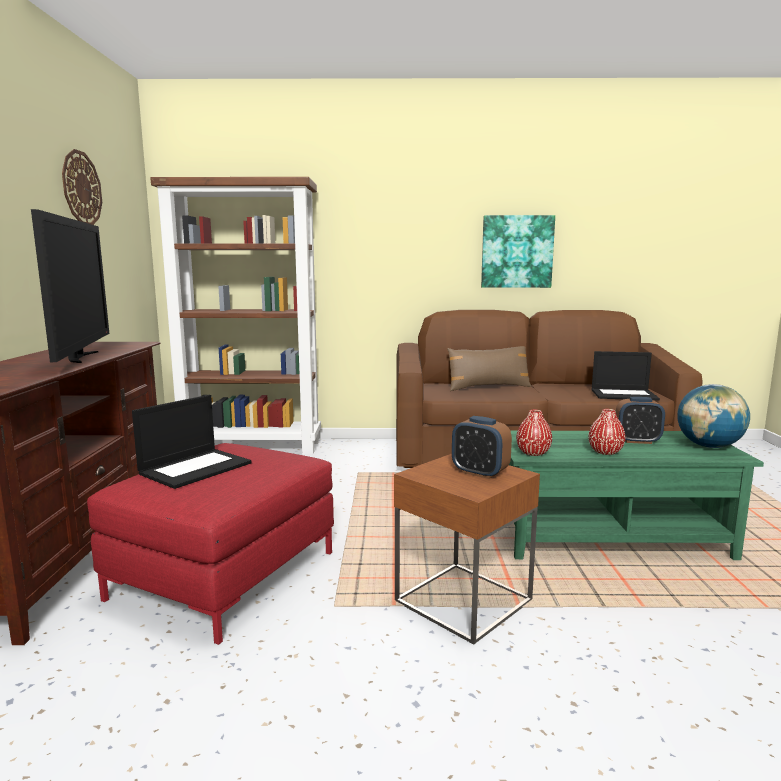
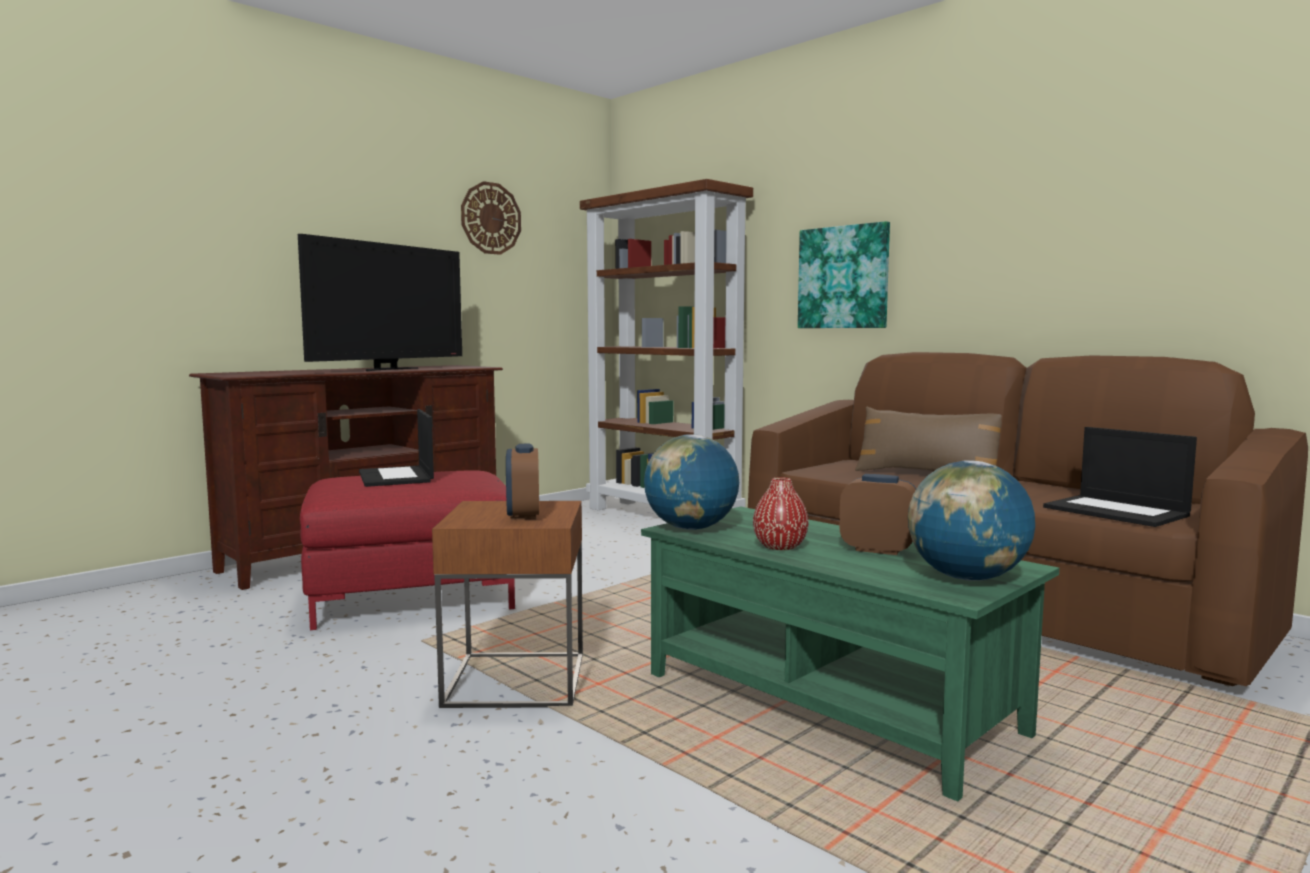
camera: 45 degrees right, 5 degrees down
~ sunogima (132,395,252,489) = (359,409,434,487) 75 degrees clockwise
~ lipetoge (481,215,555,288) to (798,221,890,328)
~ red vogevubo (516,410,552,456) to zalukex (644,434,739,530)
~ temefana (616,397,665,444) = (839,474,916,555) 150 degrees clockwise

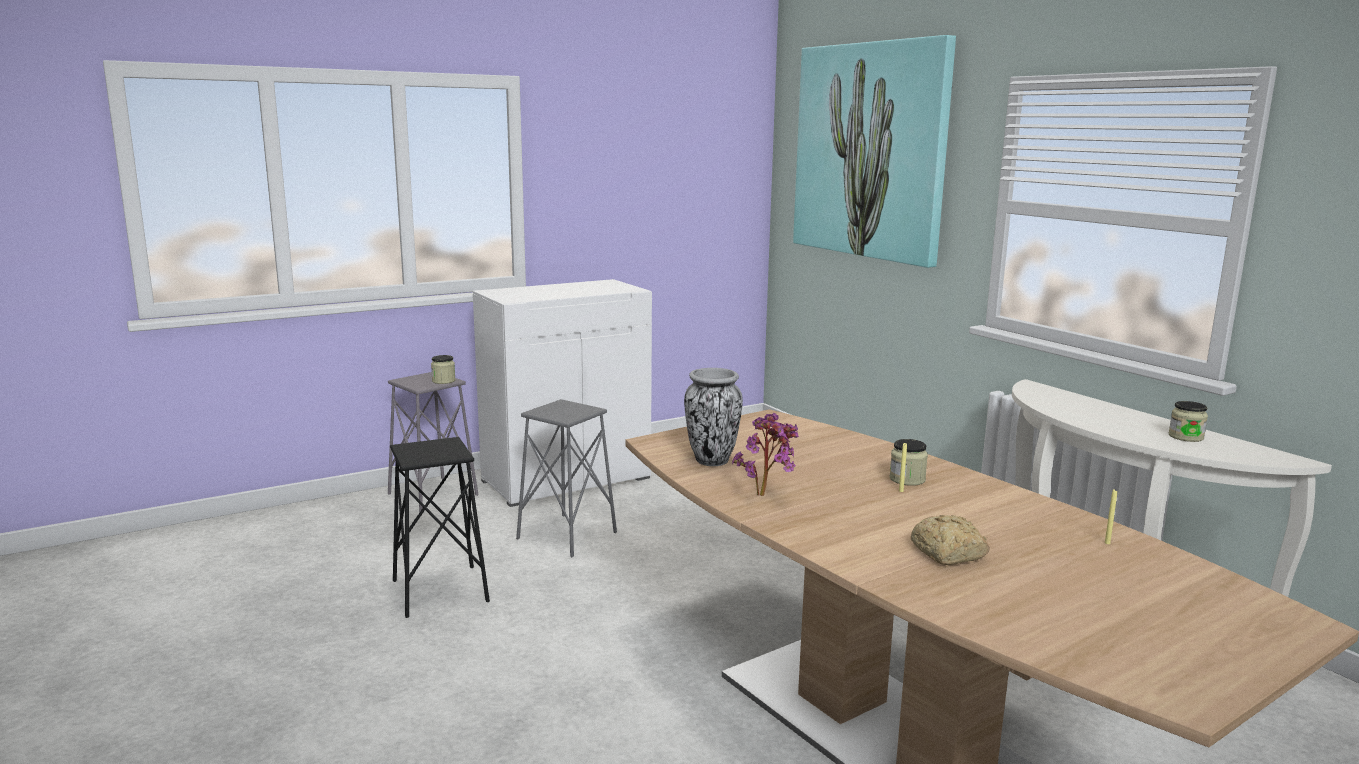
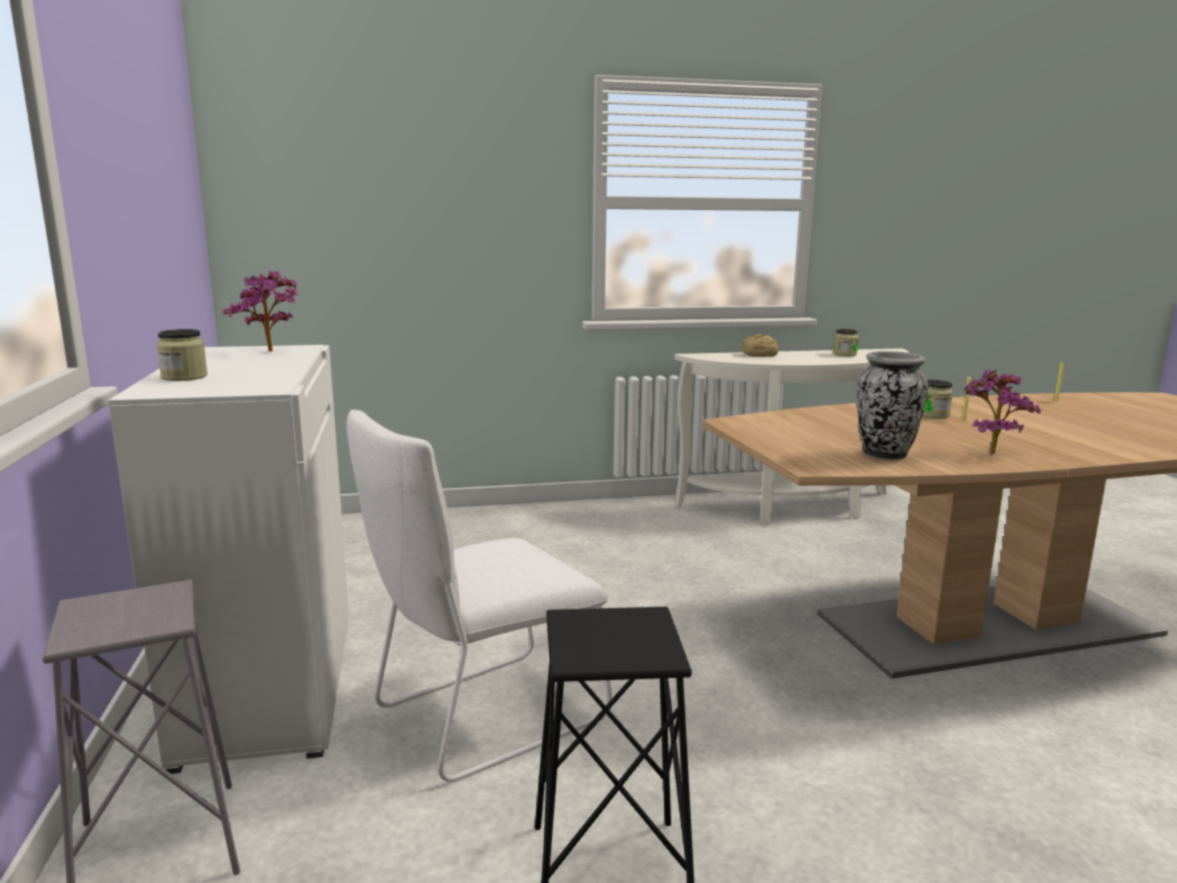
camera: 70 degrees left, 0 degrees up
~ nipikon (431,355,455,384) to (156,329,208,381)
~ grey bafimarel (516,399,617,557) to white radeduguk (346,410,612,782)
- lipetoge (793,35,956,268)
~ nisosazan (911,515,990,565) to (742,334,779,357)
+ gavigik (223,271,298,352)

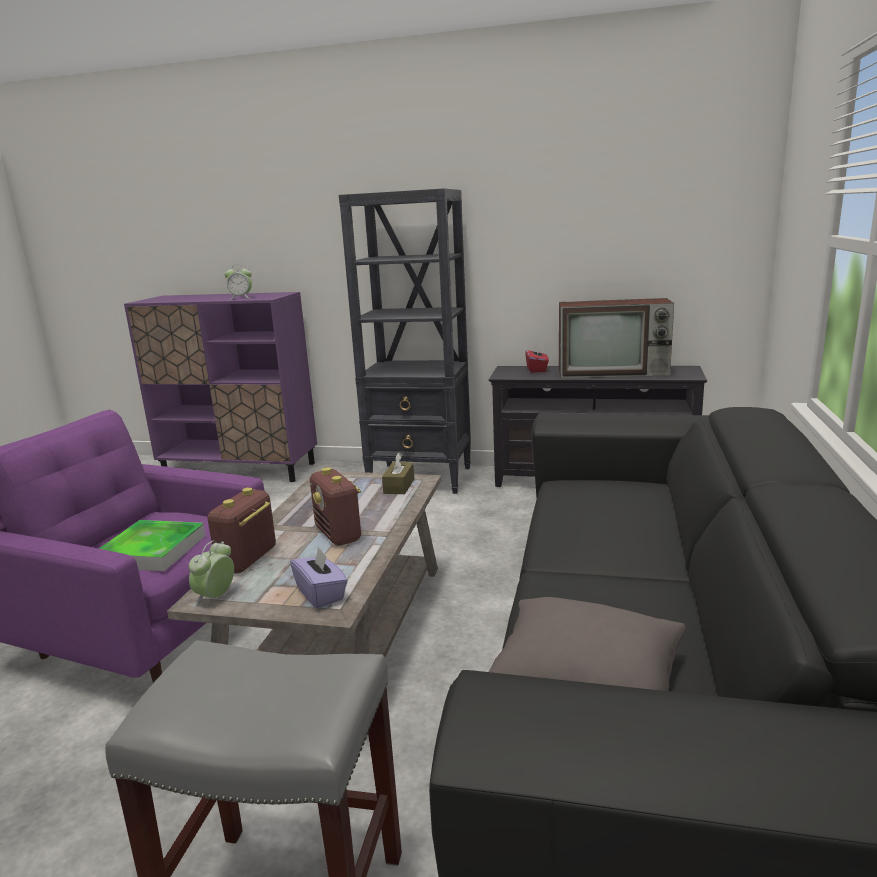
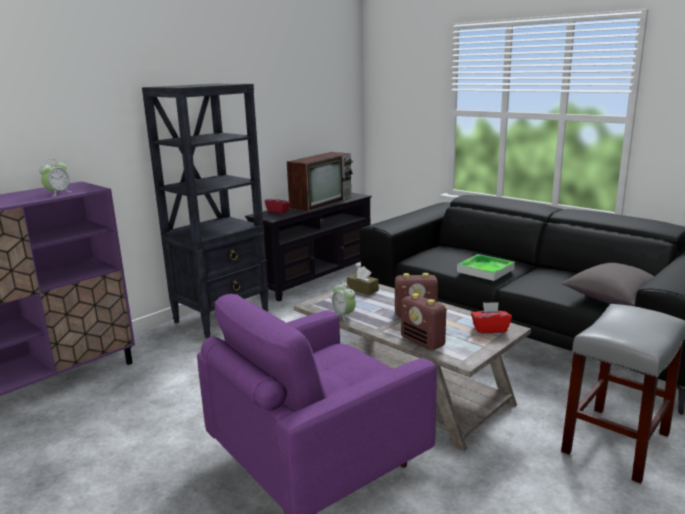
camera: 60 degrees left, 0 degrees up
~ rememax (99,520,206,571) to (457,254,515,281)
~ temefana (189,540,234,607) to (332,282,356,321)
~ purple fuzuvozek (290,546,348,609) to red fuzuvozek (471,302,512,333)

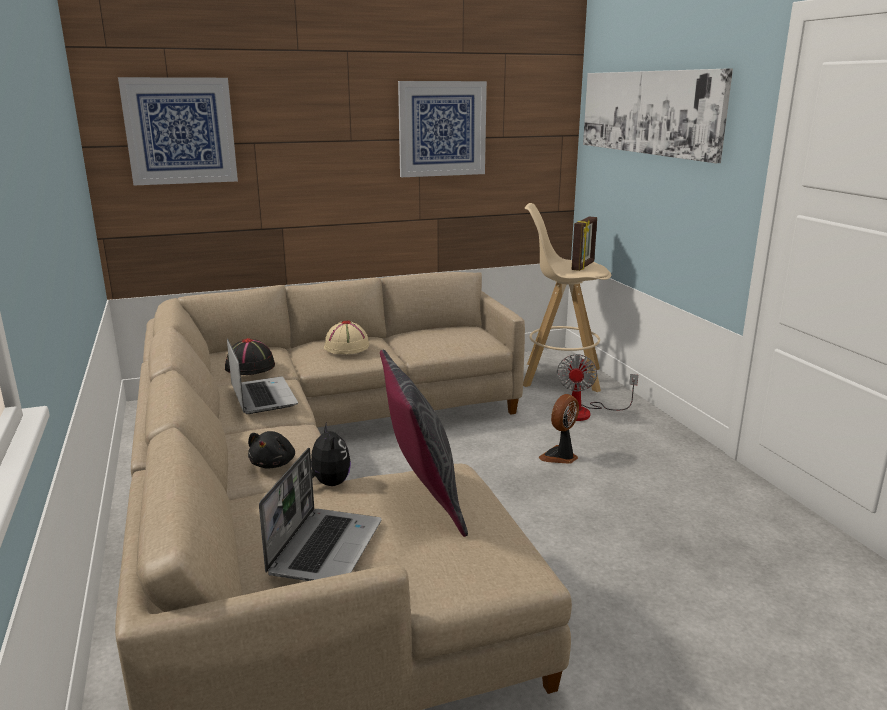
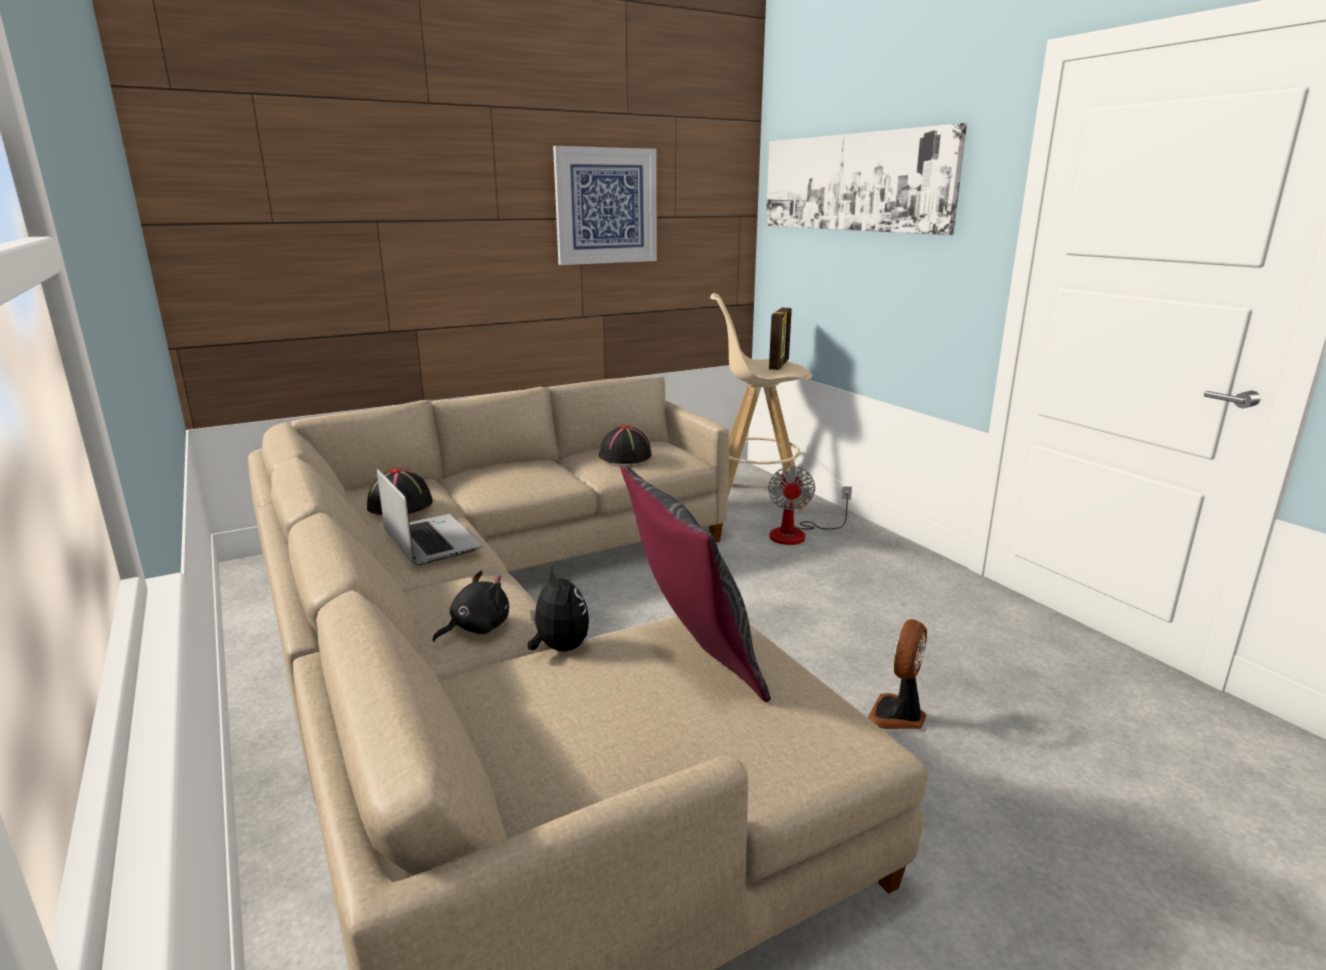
camera: 10 degrees left, 0 degrees up
- lipetoge (118,77,238,185)
~ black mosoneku (248,431,295,469) = (432,570,509,642) 135 degrees counterclockwise
- sunogima (259,448,381,581)
- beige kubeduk (324,320,369,354)
~ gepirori (538,394,579,464) to (868,619,927,729)
+ black kubeduk (599,425,652,464)

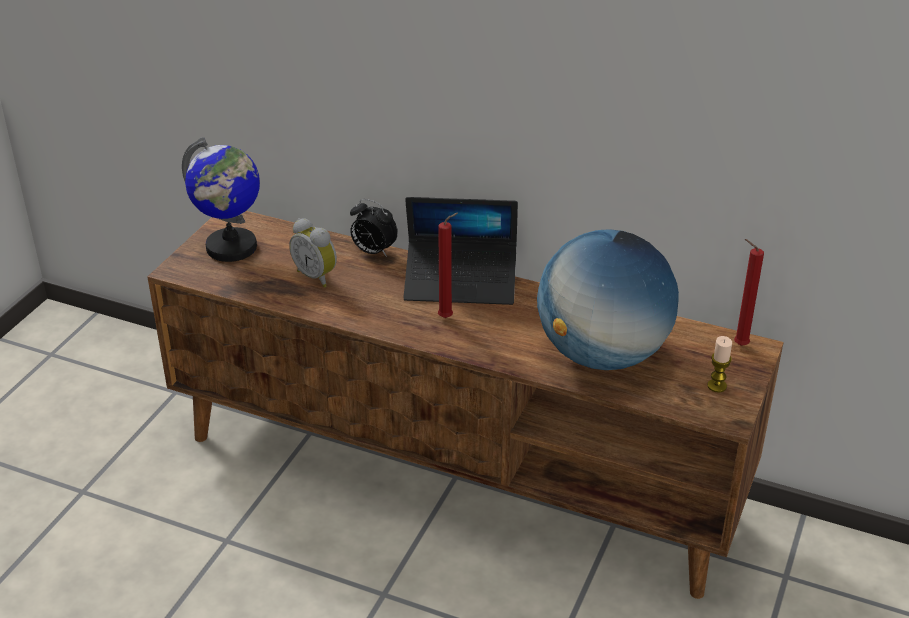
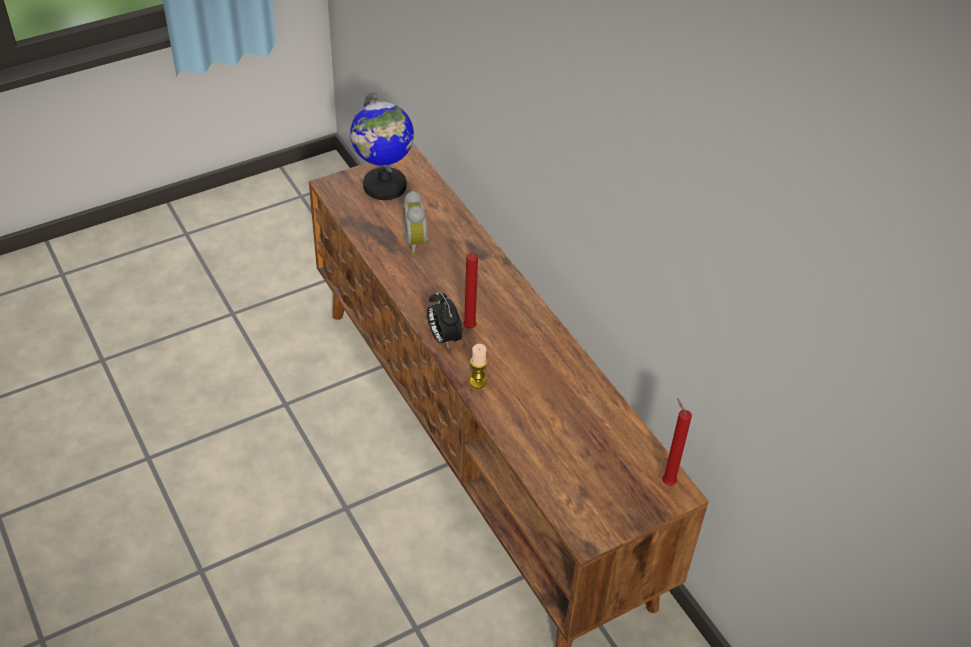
camera: 35 degrees right, 10 degrees up
~ temefana (350,199,398,257) to (427,291,463,349)
- sunogima (404,197,518,305)
- zalukex (537,229,679,370)
~ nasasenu (707,336,732,392) to (470,344,487,389)

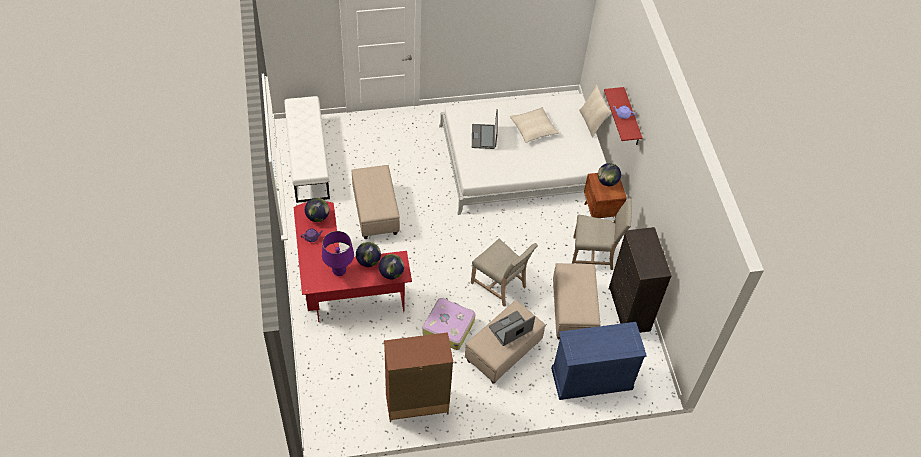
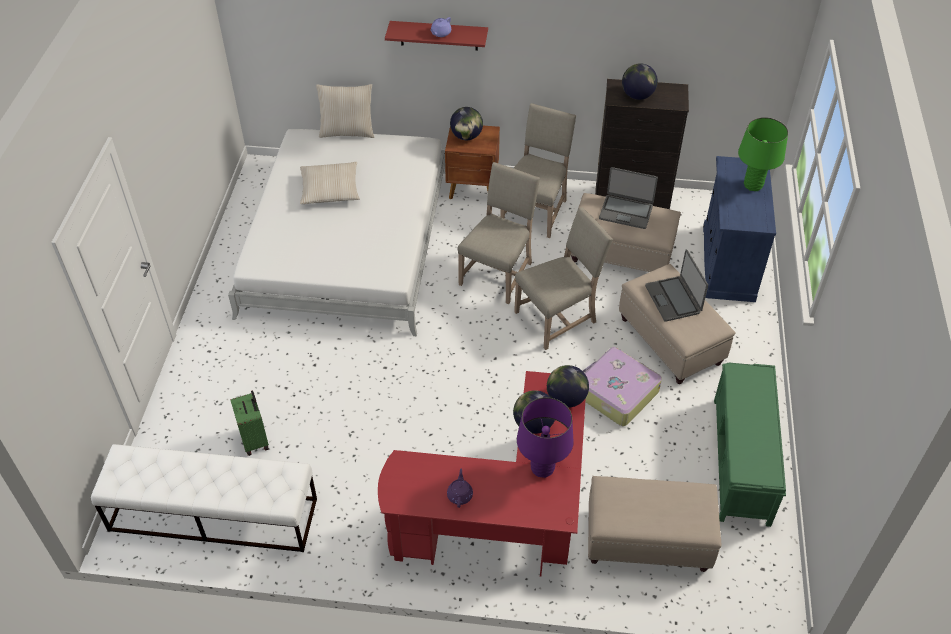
camera: 70 degrees left, 5 degrees down
~ zalukex (305,198,329,222) to (622,63,658,100)
~ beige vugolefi (351,165,400,239) to (588,476,721,572)
~ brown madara (384,332,453,422) to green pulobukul (714,363,786,527)
~ sunogima (472,110,498,149) to (599,167,658,229)
+ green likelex (230,390,269,456)
+ beige radeduguk (458,162,540,304)
+ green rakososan (738,117,788,191)

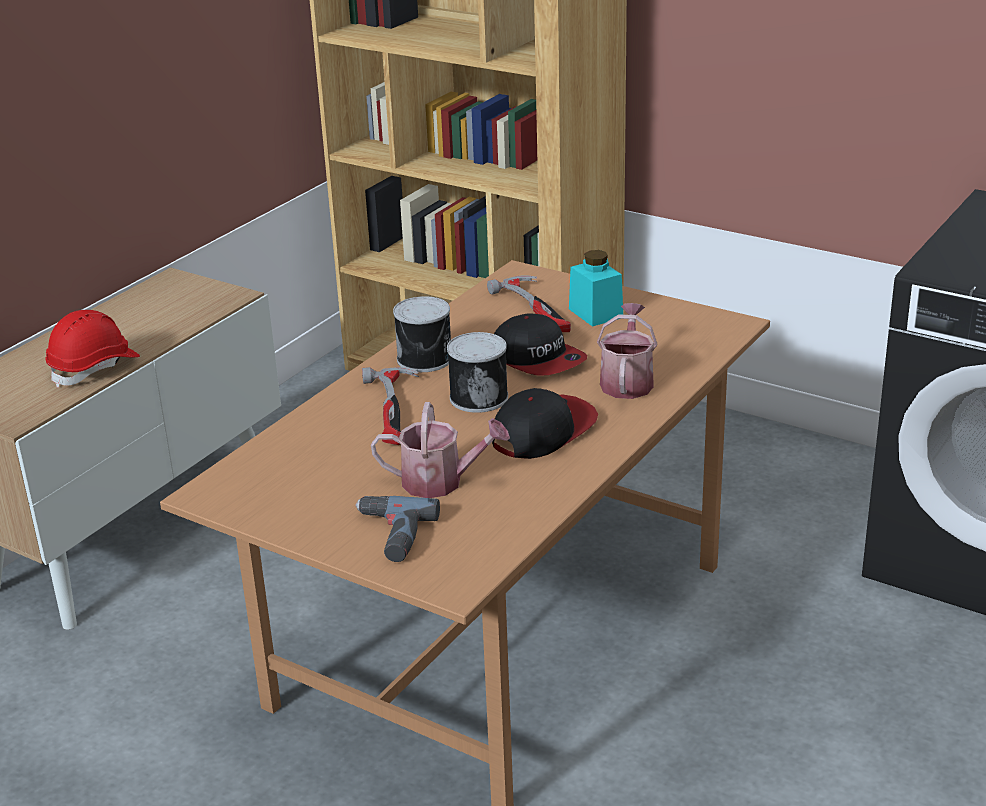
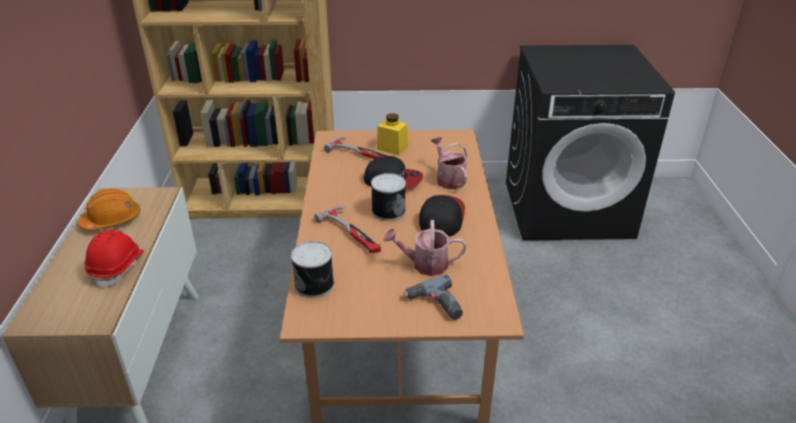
camera: 35 degrees left, 5 degrees up
~ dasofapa (371,402,510,498) = (383,220,467,276) 150 degrees counterclockwise
~ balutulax (393,296,451,372) to (291,241,334,298)
~ turquoise nipikon (569,250,623,327) to yellow nipikon (377,113,408,155)
+ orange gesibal (78,189,140,230)

